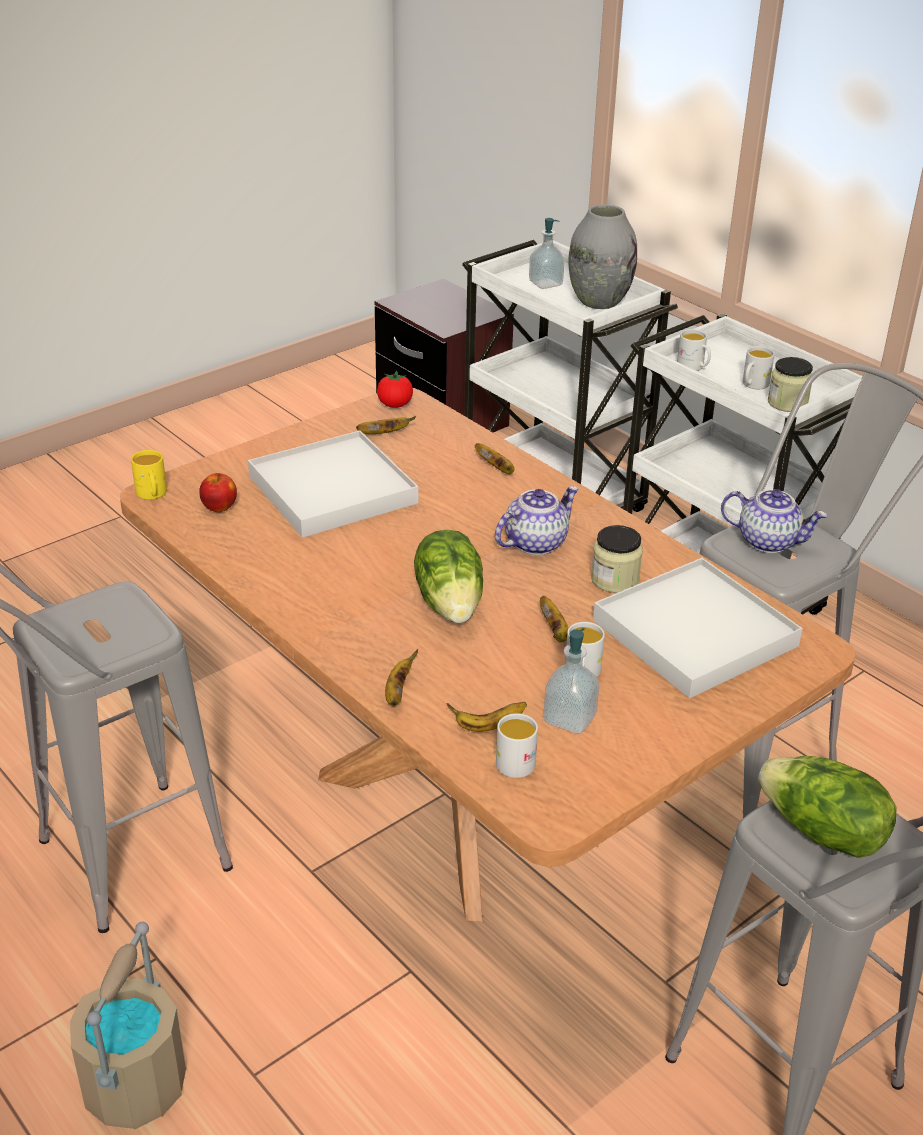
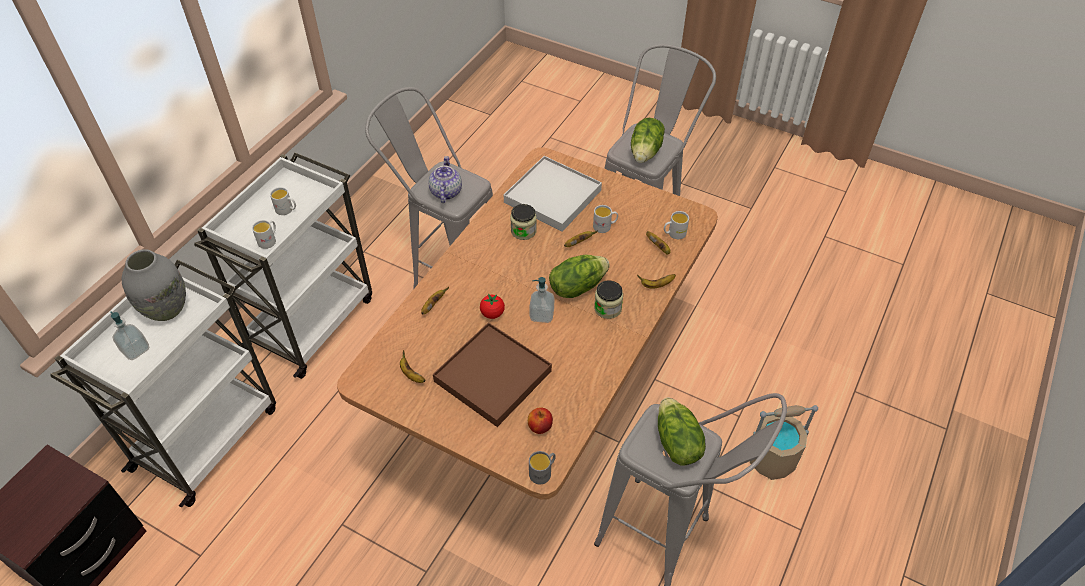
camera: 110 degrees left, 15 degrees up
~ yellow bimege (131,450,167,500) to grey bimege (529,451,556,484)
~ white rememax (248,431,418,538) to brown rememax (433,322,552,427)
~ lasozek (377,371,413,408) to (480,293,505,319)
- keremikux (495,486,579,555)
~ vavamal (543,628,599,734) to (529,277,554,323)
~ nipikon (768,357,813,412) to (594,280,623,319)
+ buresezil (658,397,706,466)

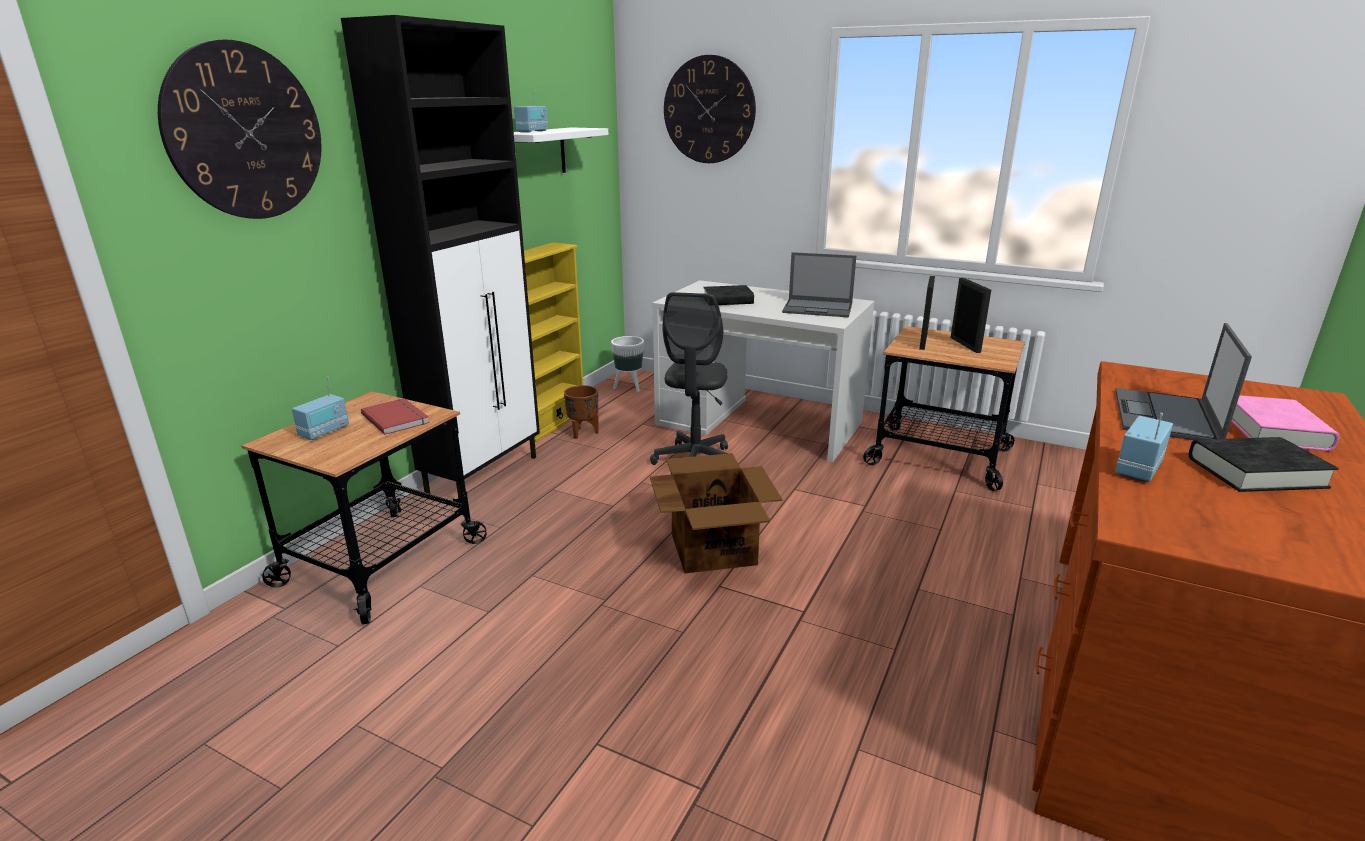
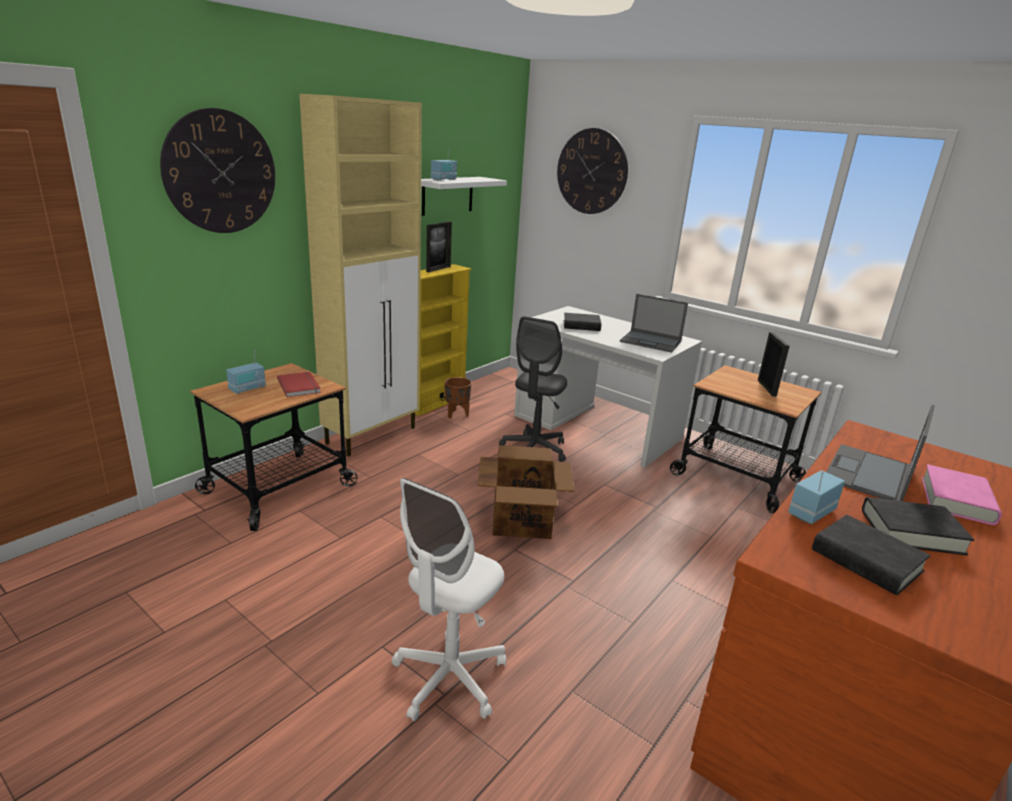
camera: 10 degrees right, 0 degrees up
~ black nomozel (341,15,540,499) to beige nomozel (299,94,422,456)
- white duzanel (611,336,644,392)
~ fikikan (919,276,935,350) to (426,221,452,272)
+ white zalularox (392,478,506,721)
+ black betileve (812,515,930,595)

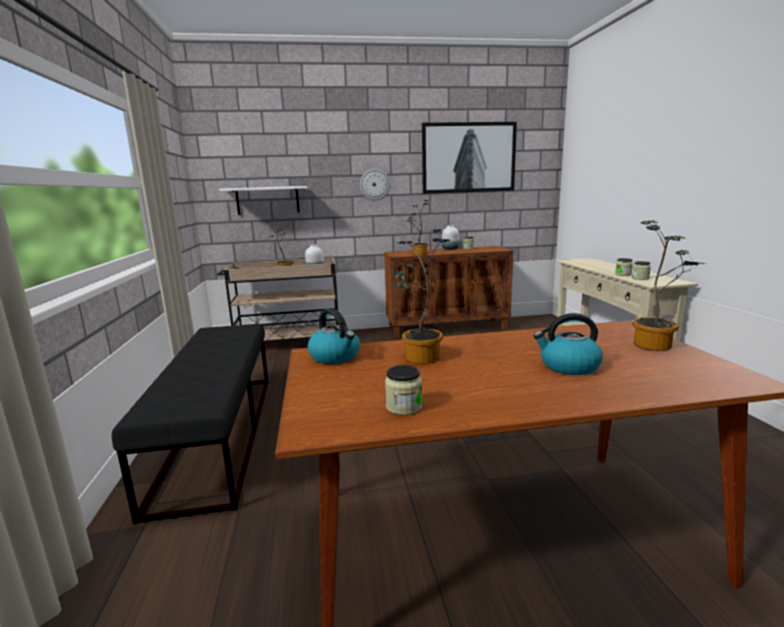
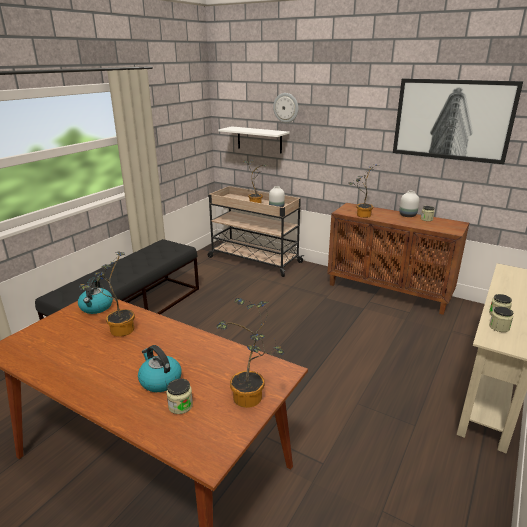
camera: 40 degrees right, 10 degrees up
~ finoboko (360,169,390,201) to (273,93,298,123)
~ nipikon (385,365,422,415) to (166,378,193,414)

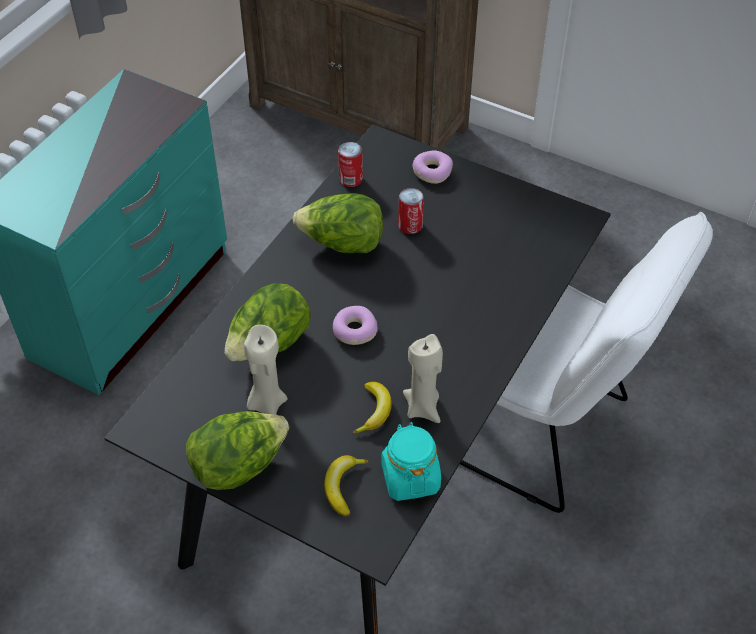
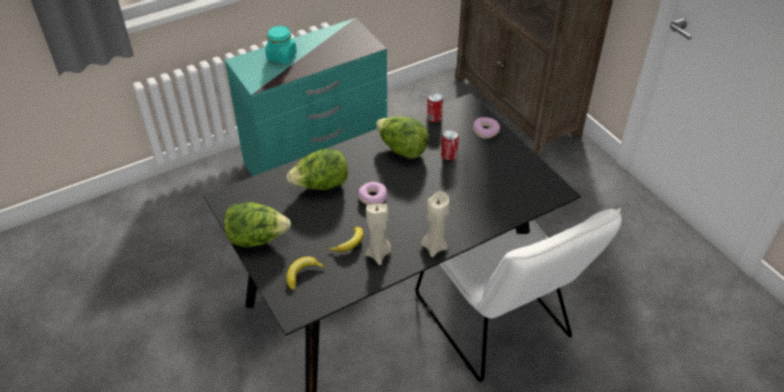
camera: 30 degrees right, 5 degrees down
~ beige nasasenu (244,325,288,415) to (421,191,450,257)
~ turquoise nipikon (382,422,441,501) to (265,26,297,63)

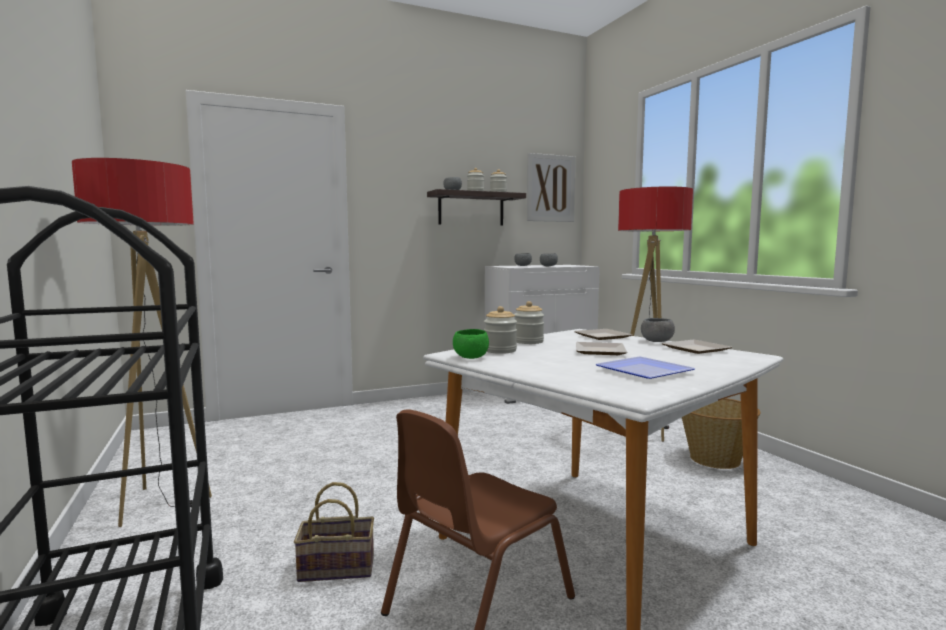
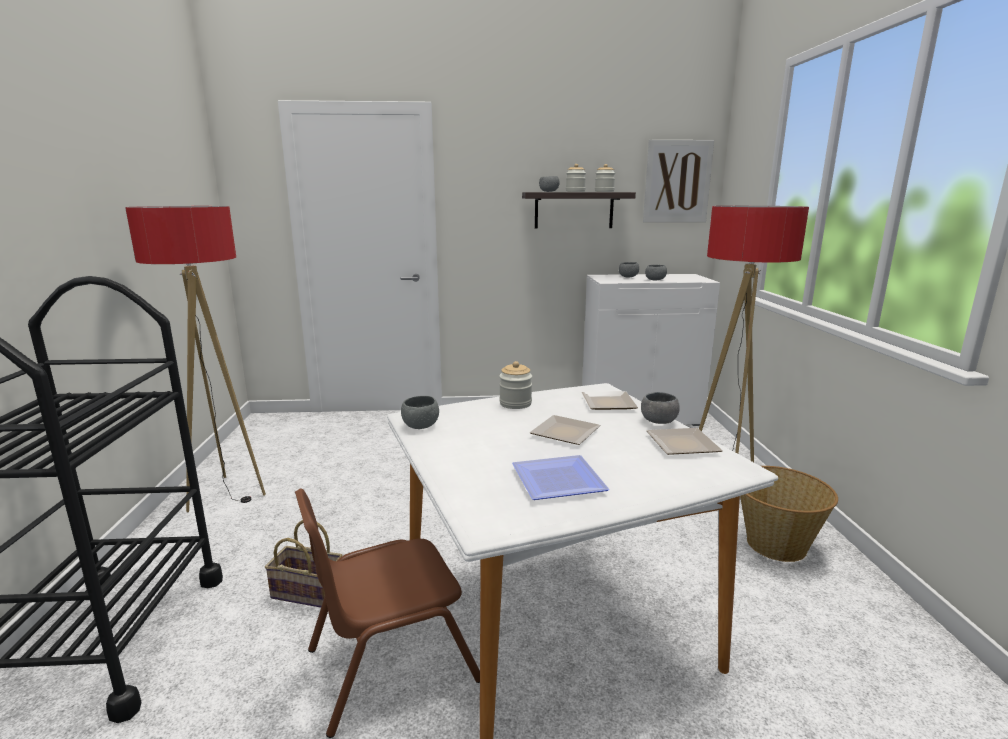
camera: 20 degrees right, 10 degrees up
~ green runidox (453,329,489,359) to grey runidox (401,396,439,429)
- nipikon (484,306,517,354)

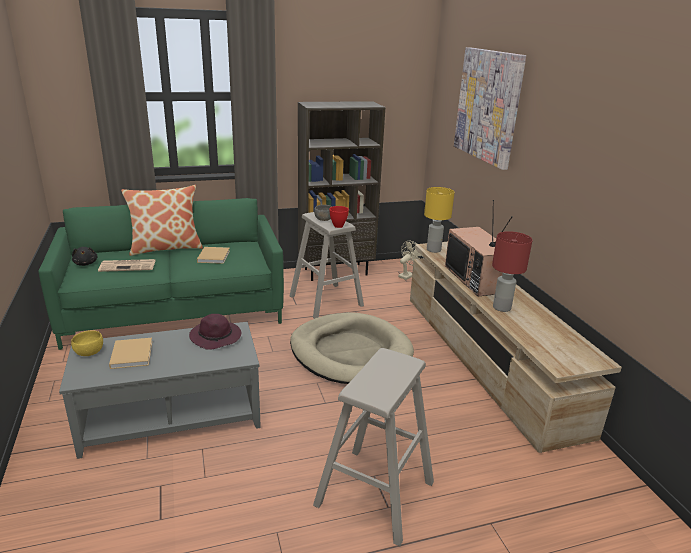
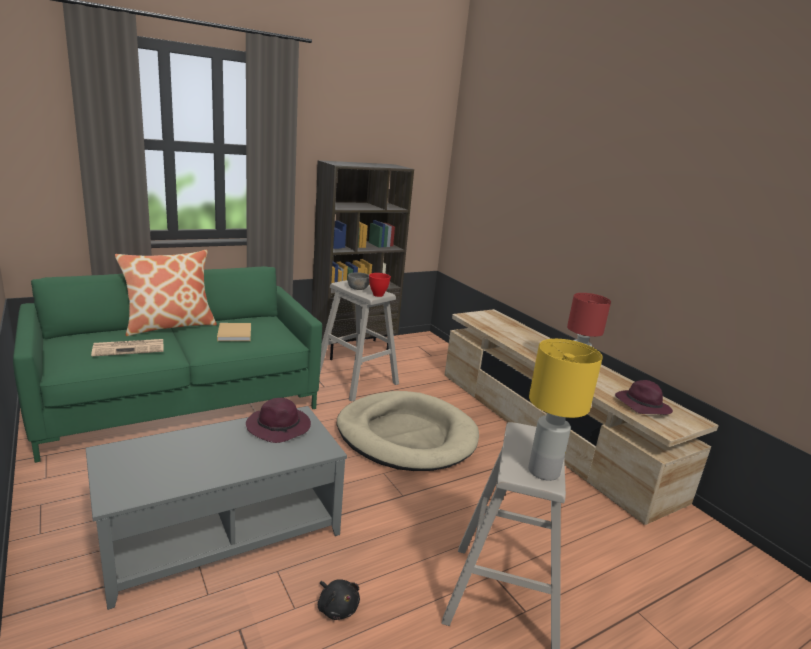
camera: 15 degrees left, 5 degrees down
- yellow runidox (71,330,103,356)
~ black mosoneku (72,247,98,266) to (318,579,360,620)
- beige betileve (109,338,152,369)
- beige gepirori (398,241,423,280)
~ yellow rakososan (424,187,455,253) to (528,339,603,481)
- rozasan (445,200,512,297)
- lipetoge (454,47,526,170)
+ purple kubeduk (615,380,673,415)

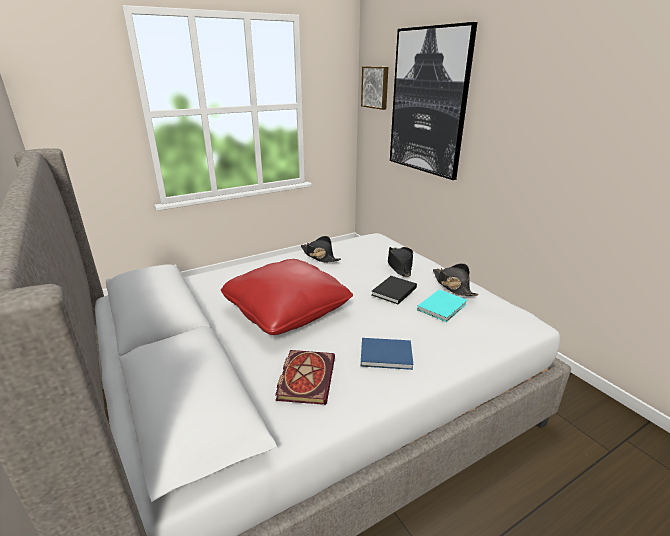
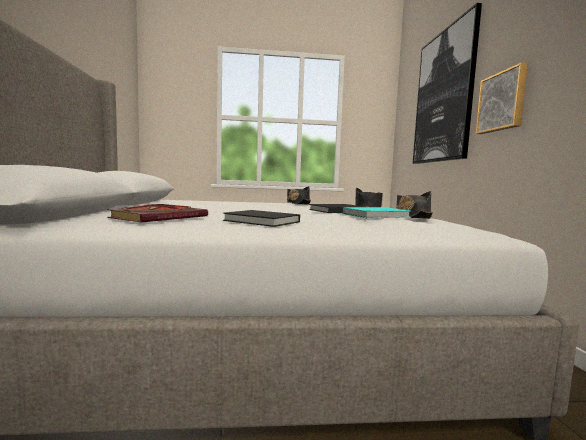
camera: 25 degrees right, 20 degrees down
- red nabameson (221,259,353,335)
~ lipetoge (361,66,388,110) to (476,62,528,134)
~ blue betileve (361,338,413,370) to black betileve (223,210,300,227)

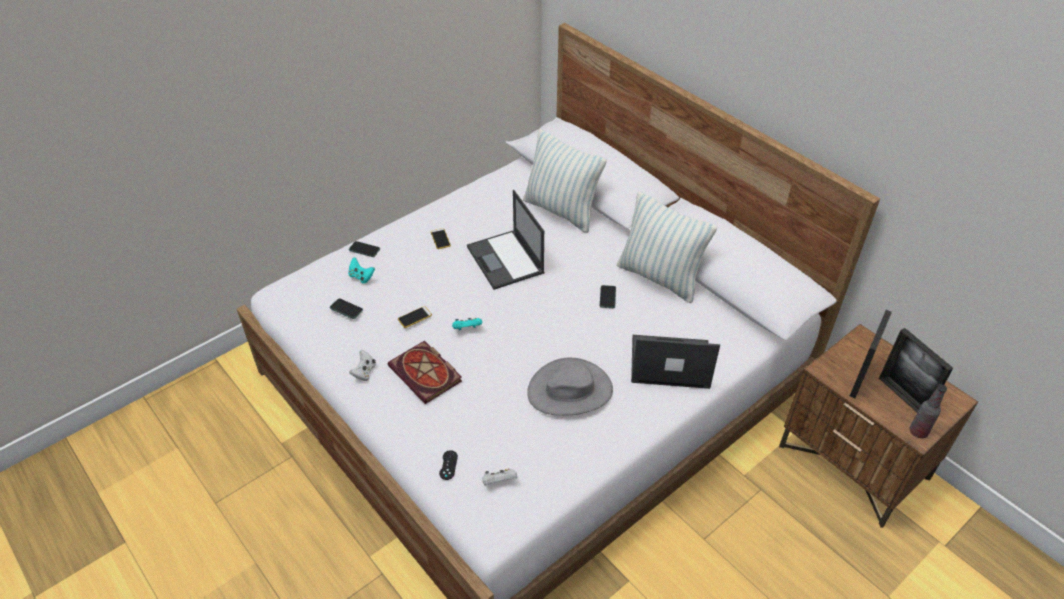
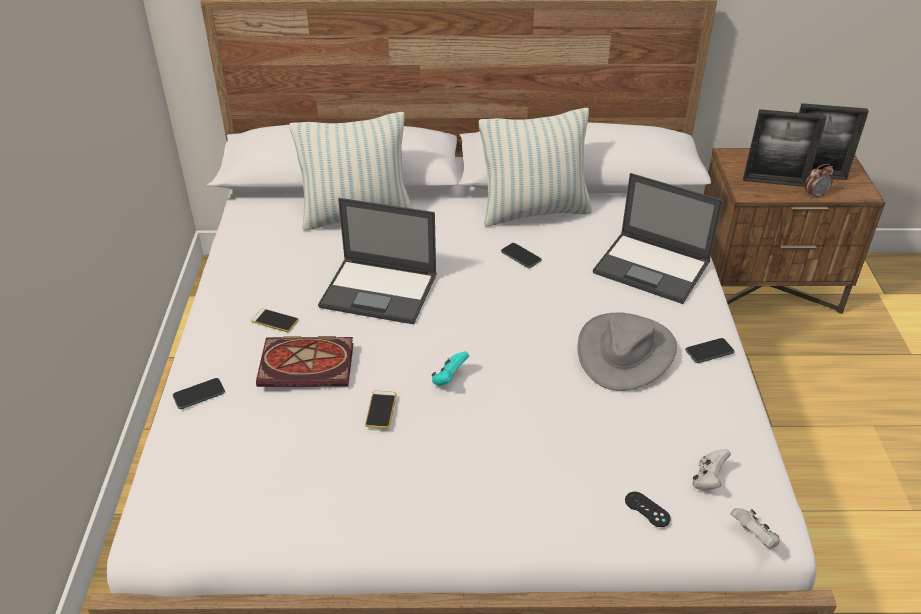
camera: 50 degrees left, 5 degrees down
~ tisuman (330,298,363,319) to (685,338,735,363)
- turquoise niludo (348,258,375,284)
~ white niludo (349,350,376,381) to (731,508,780,548)
~ betileve (388,340,462,404) to (256,336,353,387)
~ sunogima (631,335,720,389) = (593,173,723,304) 105 degrees counterclockwise
~ fikikan (850,310,892,398) = (743,109,827,187) 120 degrees clockwise
- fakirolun (910,384,947,438)
+ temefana (804,164,834,199)

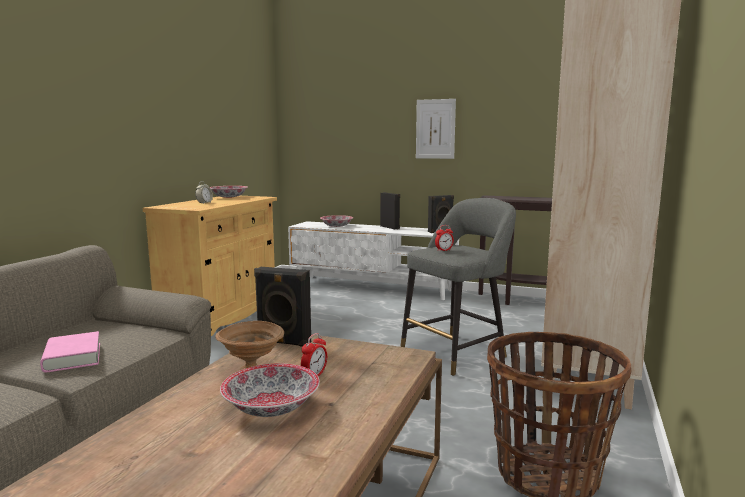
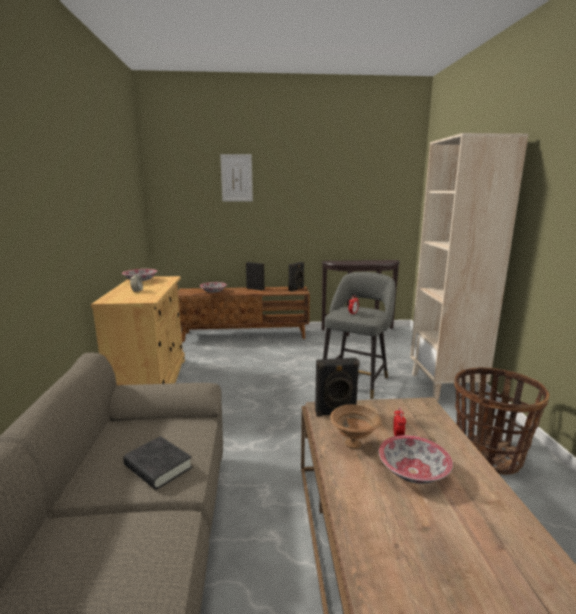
camera: 25 degrees left, 5 degrees up
~ pink betileve (40,331,100,373) to black betileve (123,436,192,490)
~ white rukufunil (288,221,459,300) to brown rukufunil (178,286,310,342)
~ lipetoge (416,99,456,159) to (220,154,253,201)

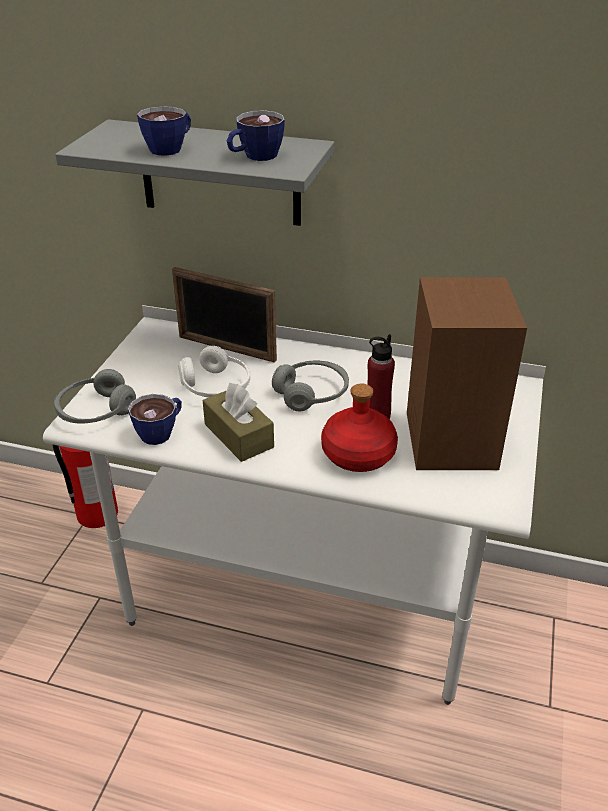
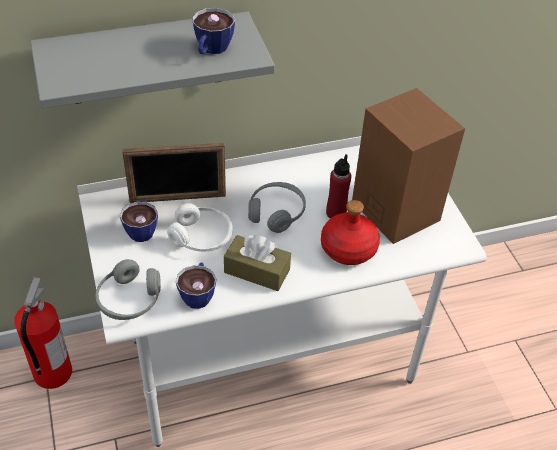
camera: 35 degrees left, 10 degrees up
~ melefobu (137,106,191,156) to (120,200,158,242)

